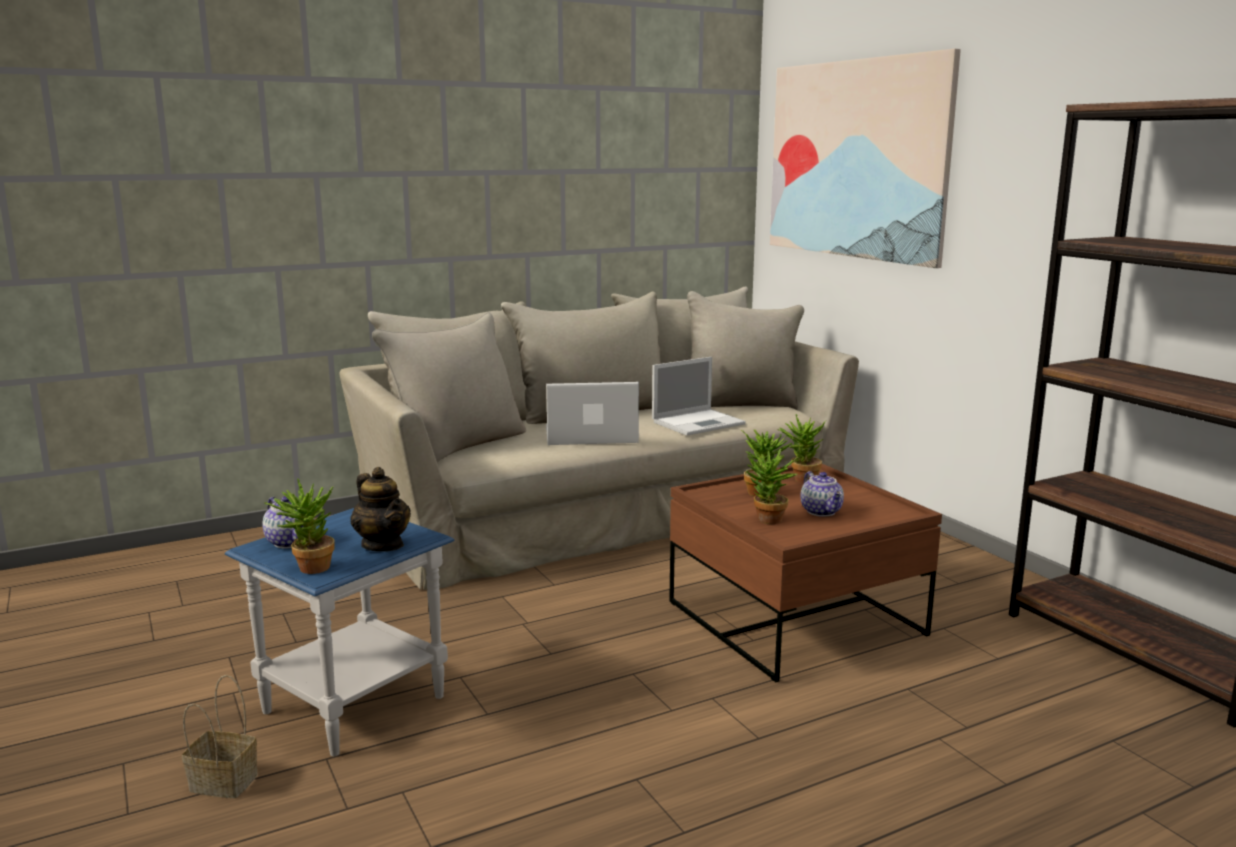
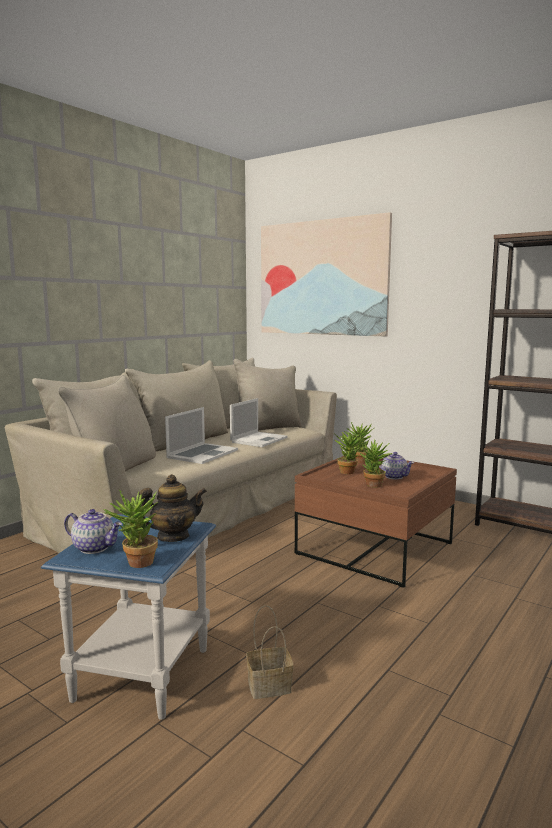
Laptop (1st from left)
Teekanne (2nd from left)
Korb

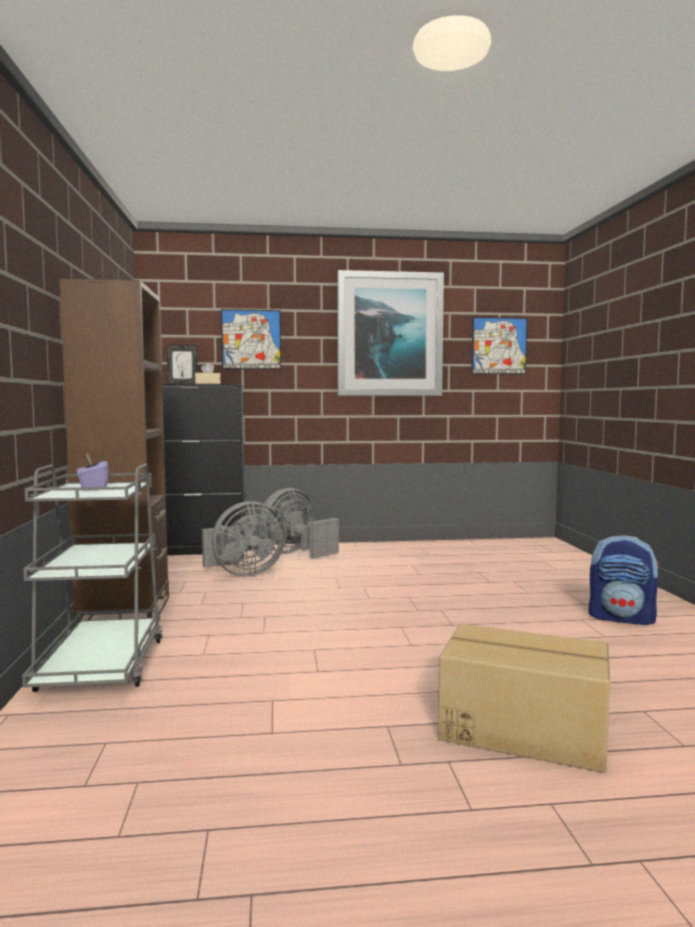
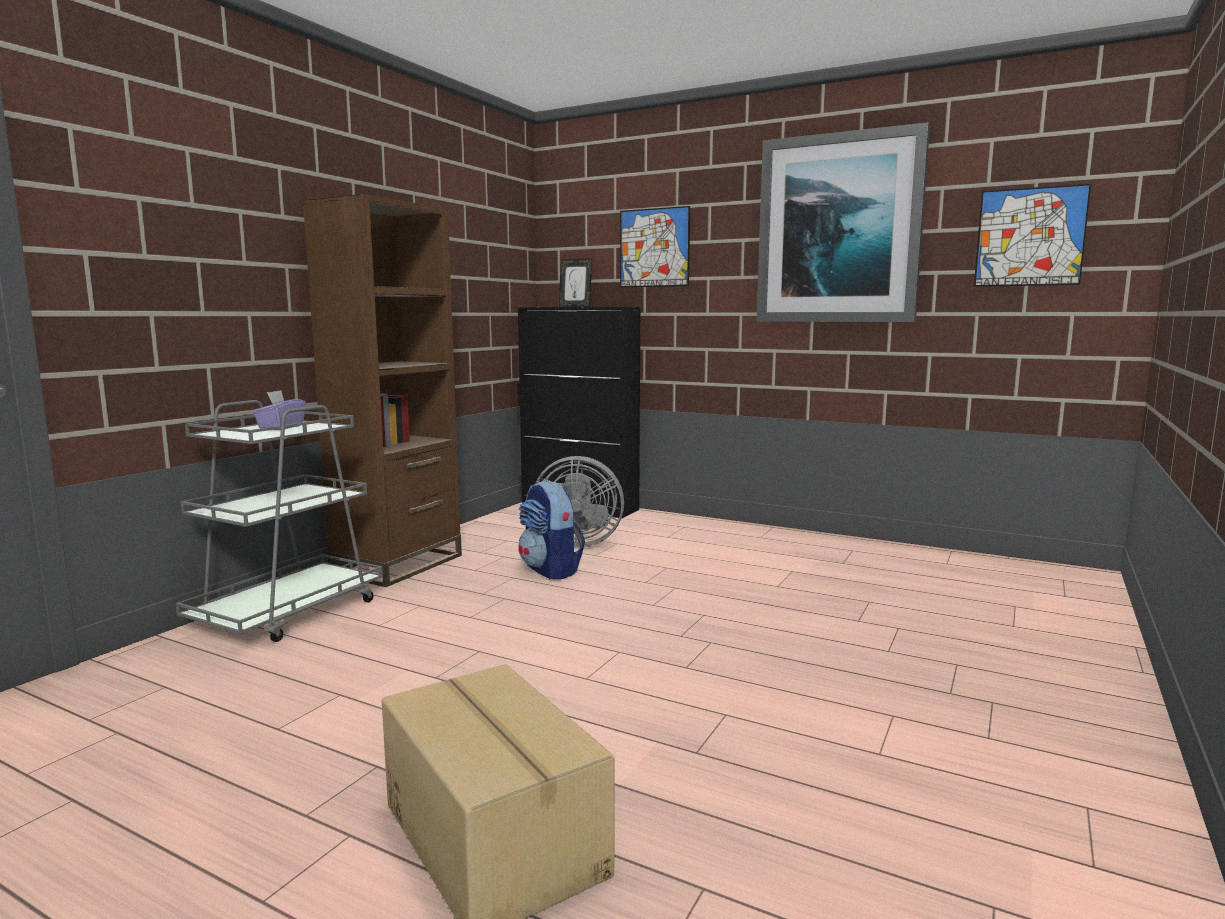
Taschentuchbox [beige]
Ventilator [grau] (2nd from left in the first image)
Rucksack

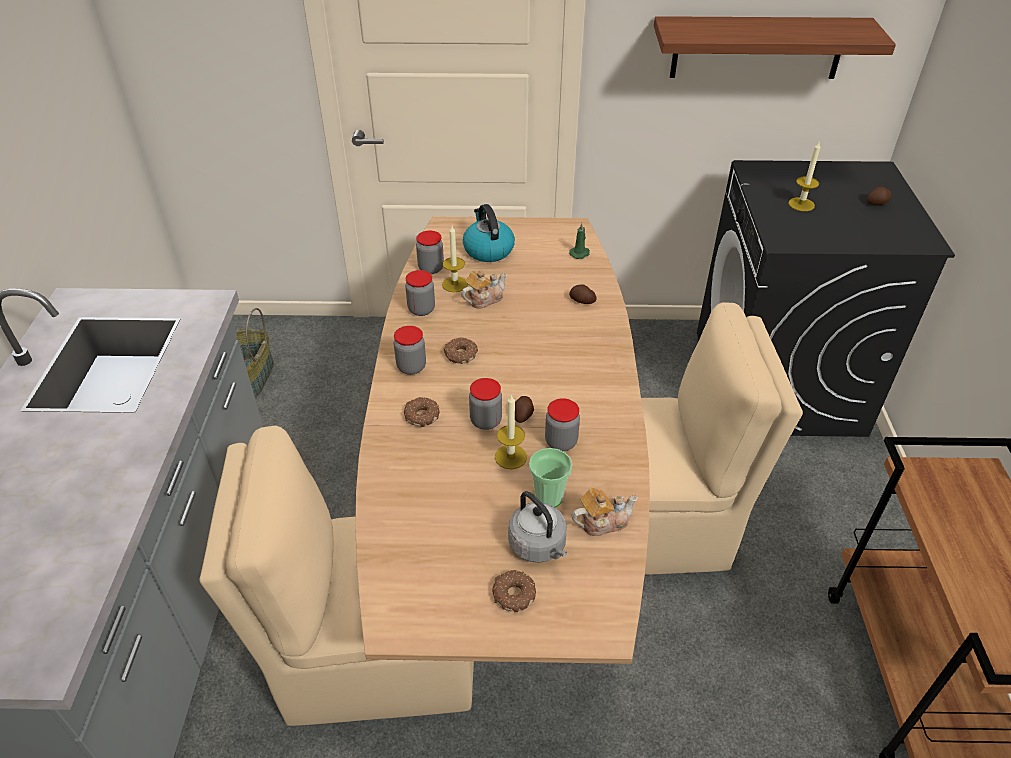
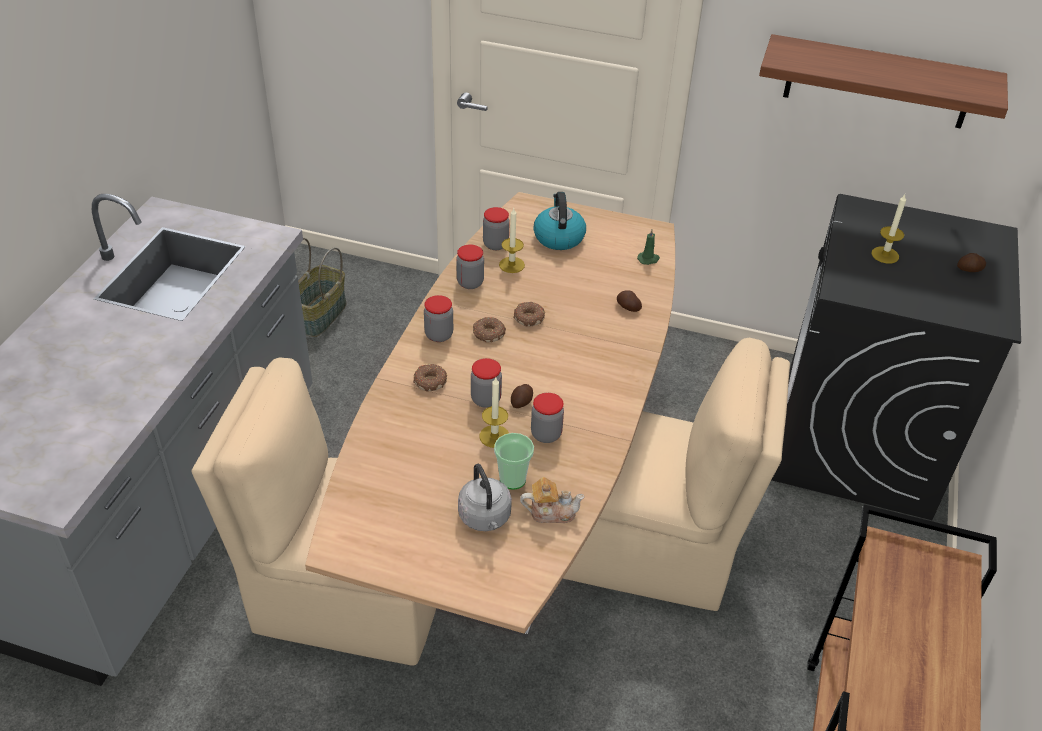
Teekanne (1st from left in the first image)
Donut (3rd from left)

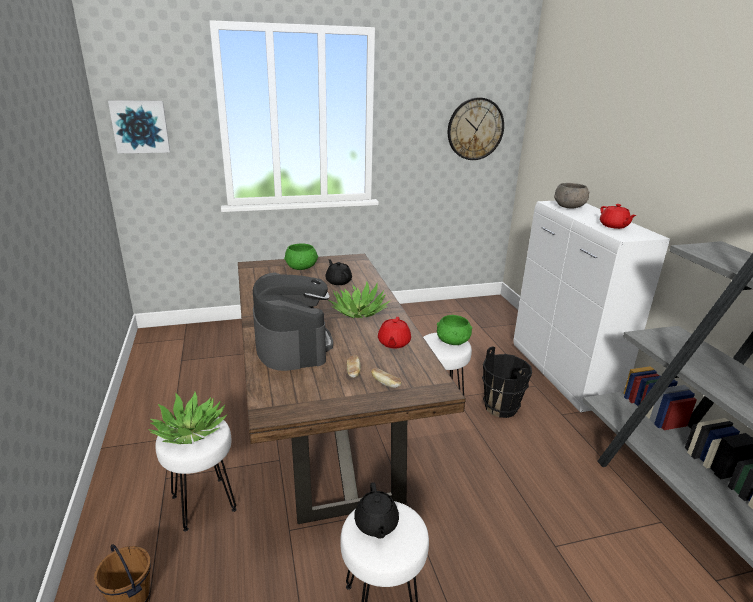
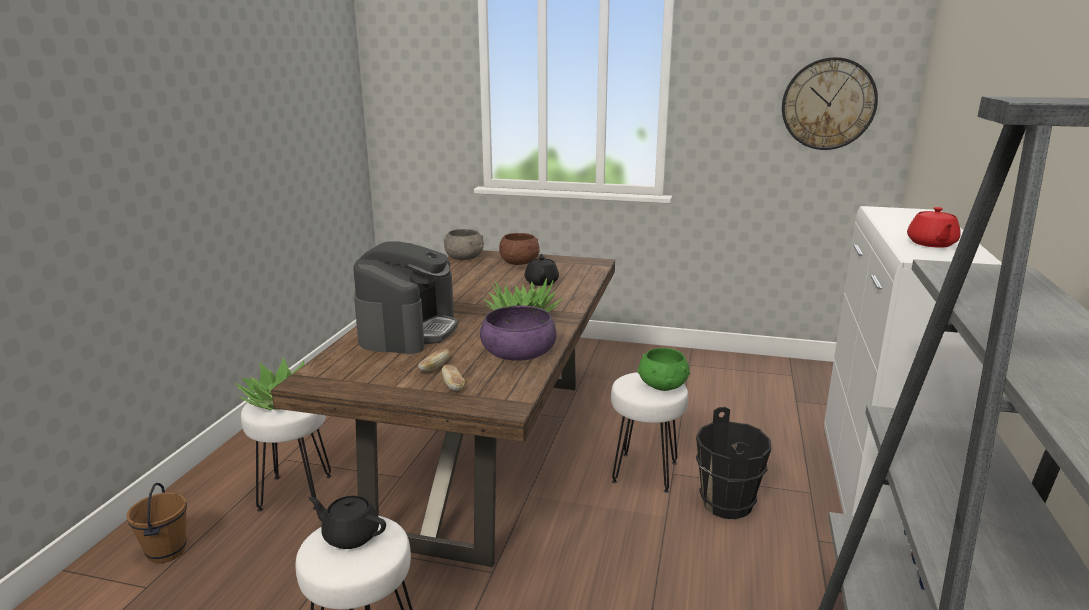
Bild
Schüssel [grau]
Schüssel [braun]
Schüssel [lila]
Teekanne [schwarz] (1st from left)

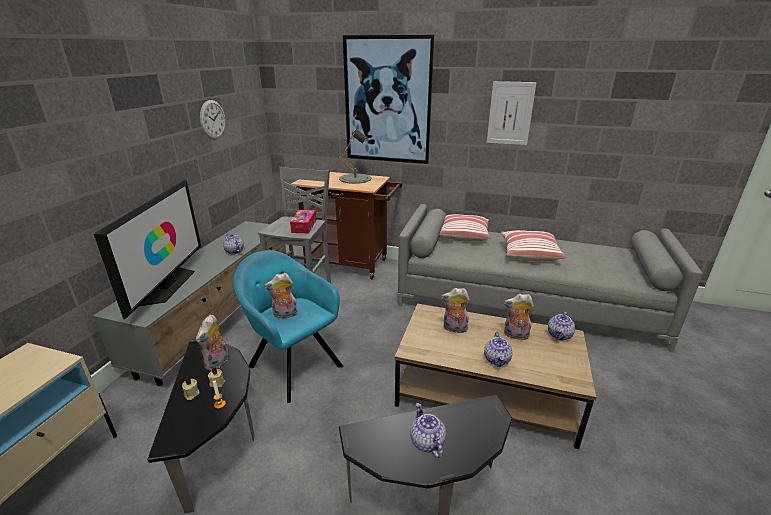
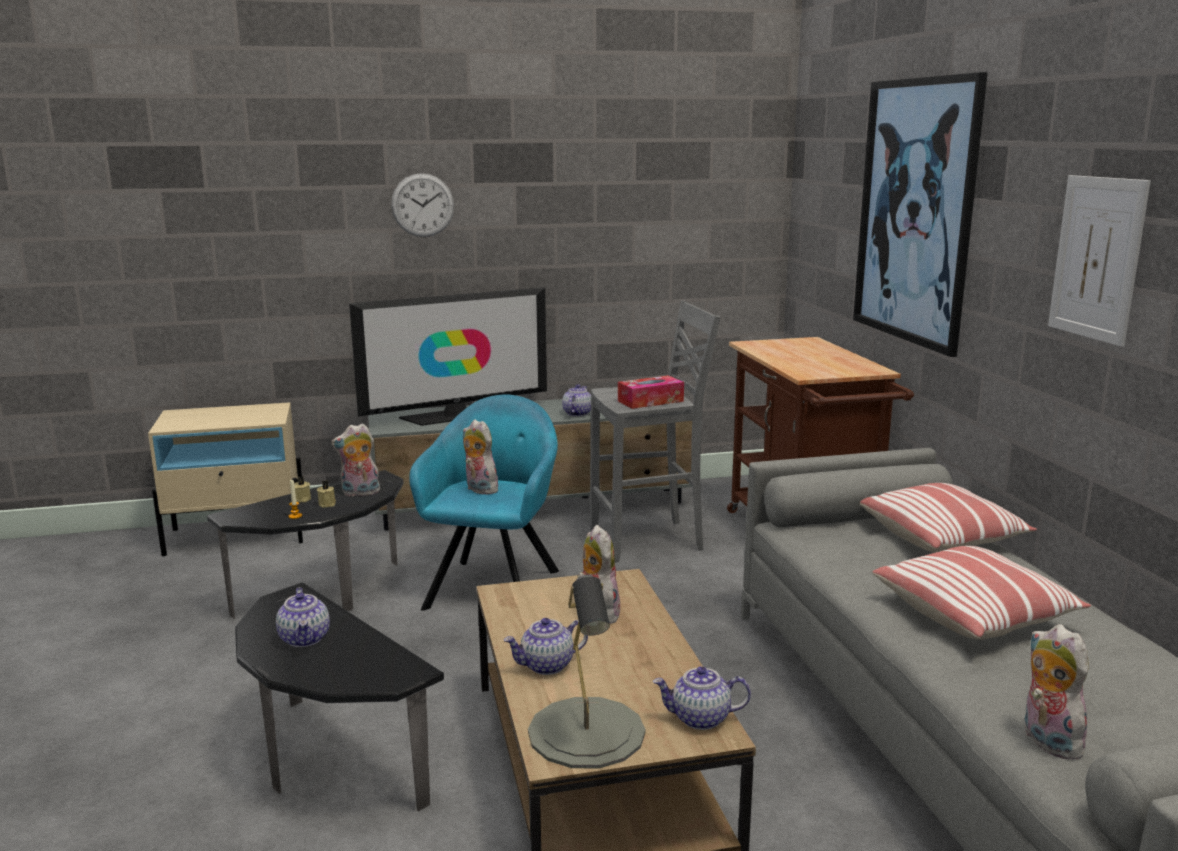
Wanduhr
Tischlampe [grau]
Plüschtier (4th from left)
Teekanne (1st from left)

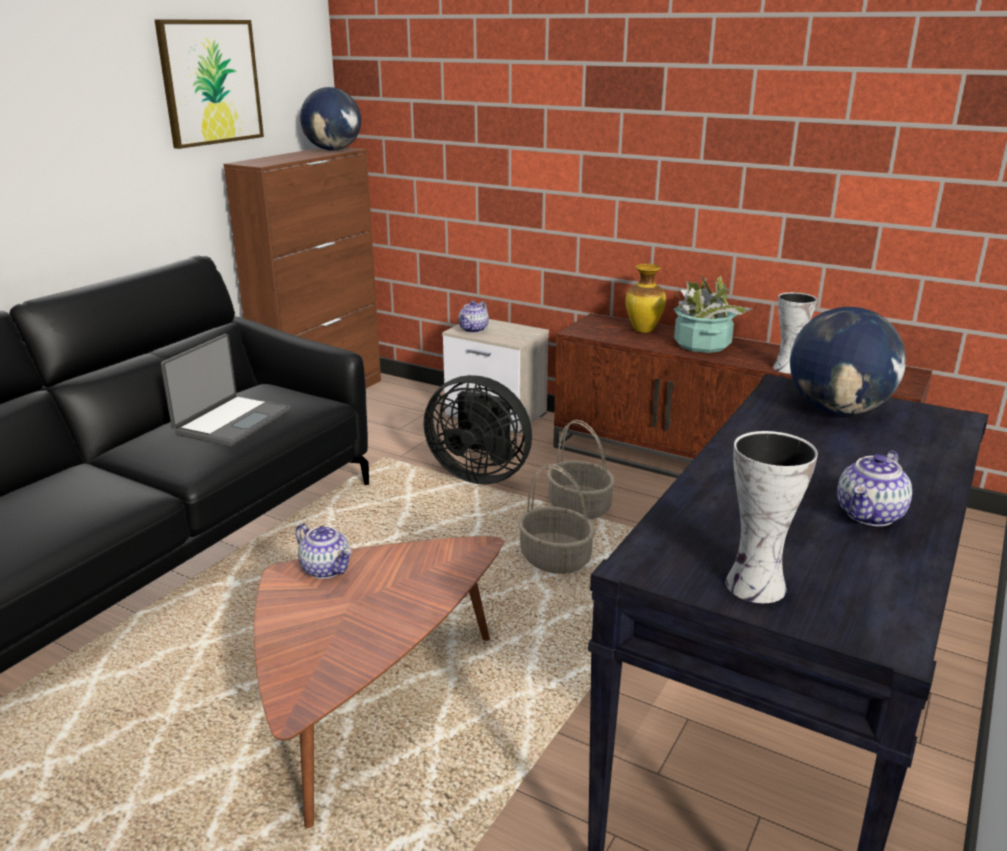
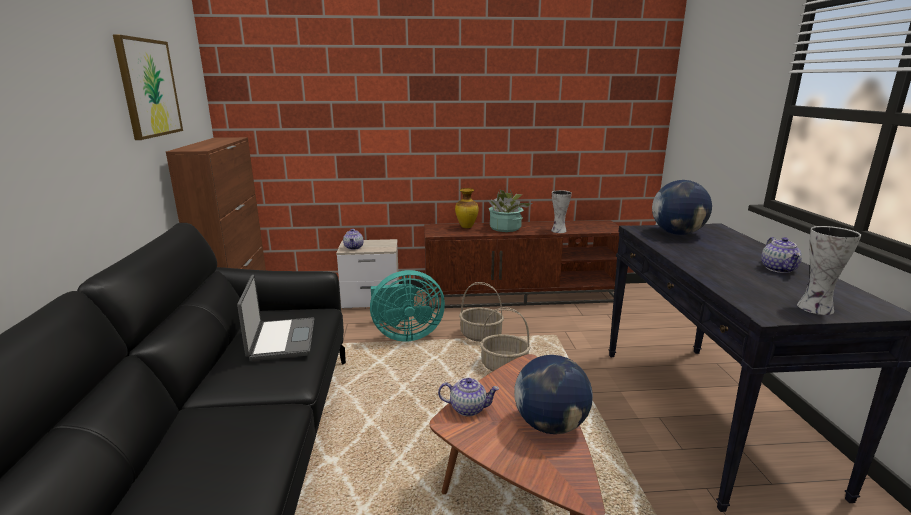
Globus (1st from left)
Ventilator [türkis]

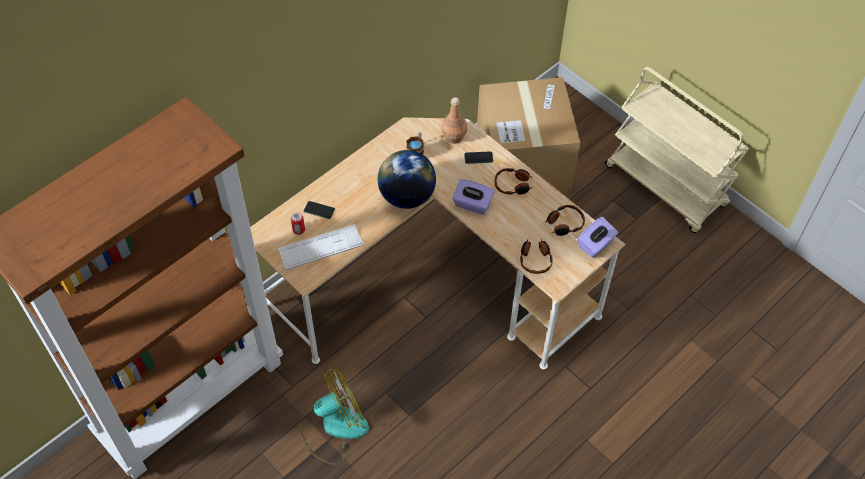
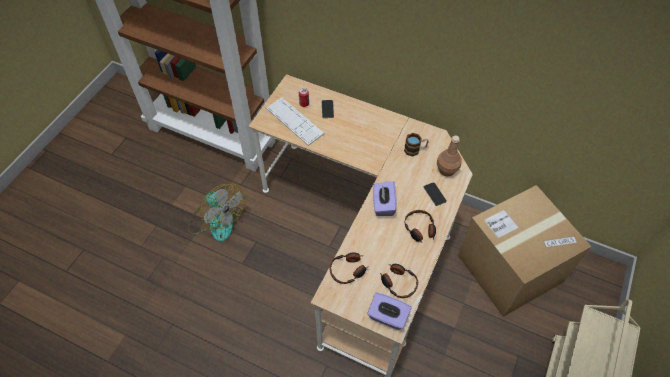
Globus

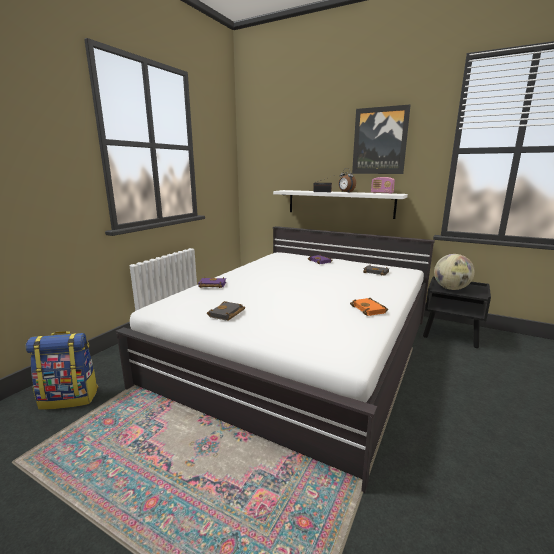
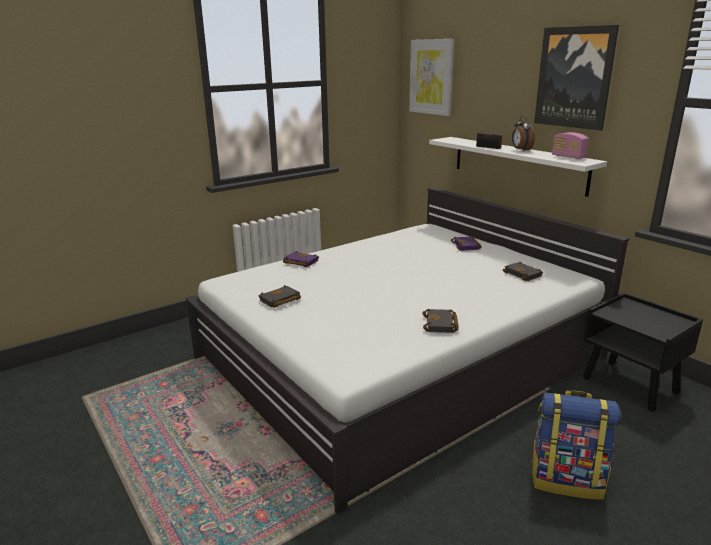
Globus
Buch [schwarz] (2nd from left)
Rucksack
Bild (1st from left)

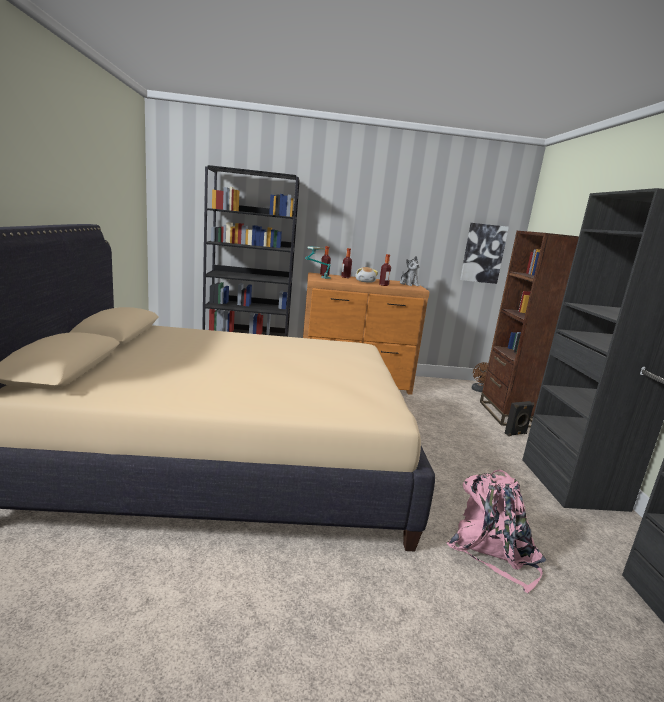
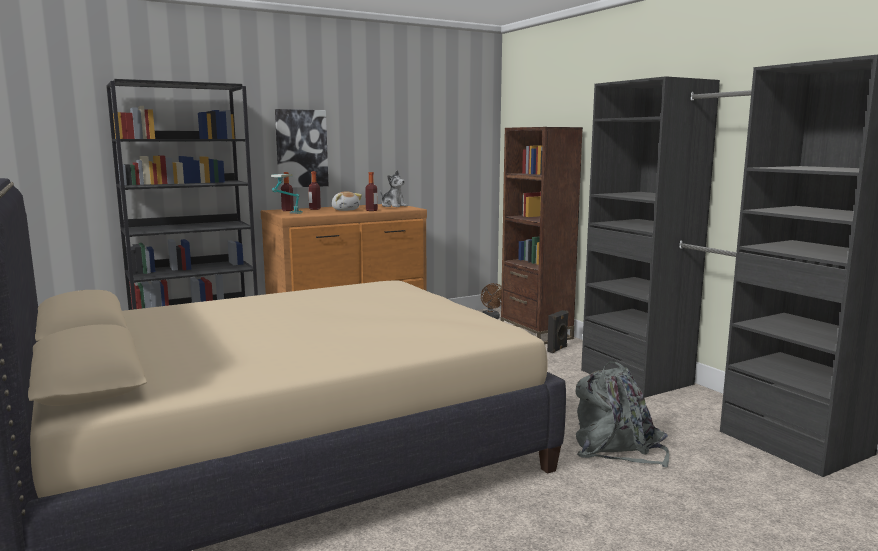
Bild
Rucksack [grau]

